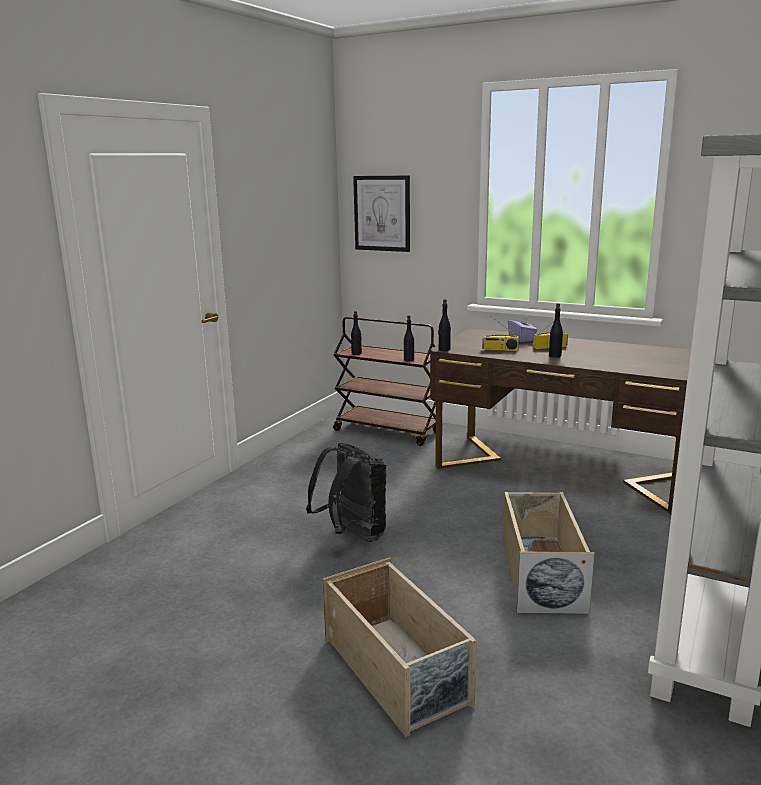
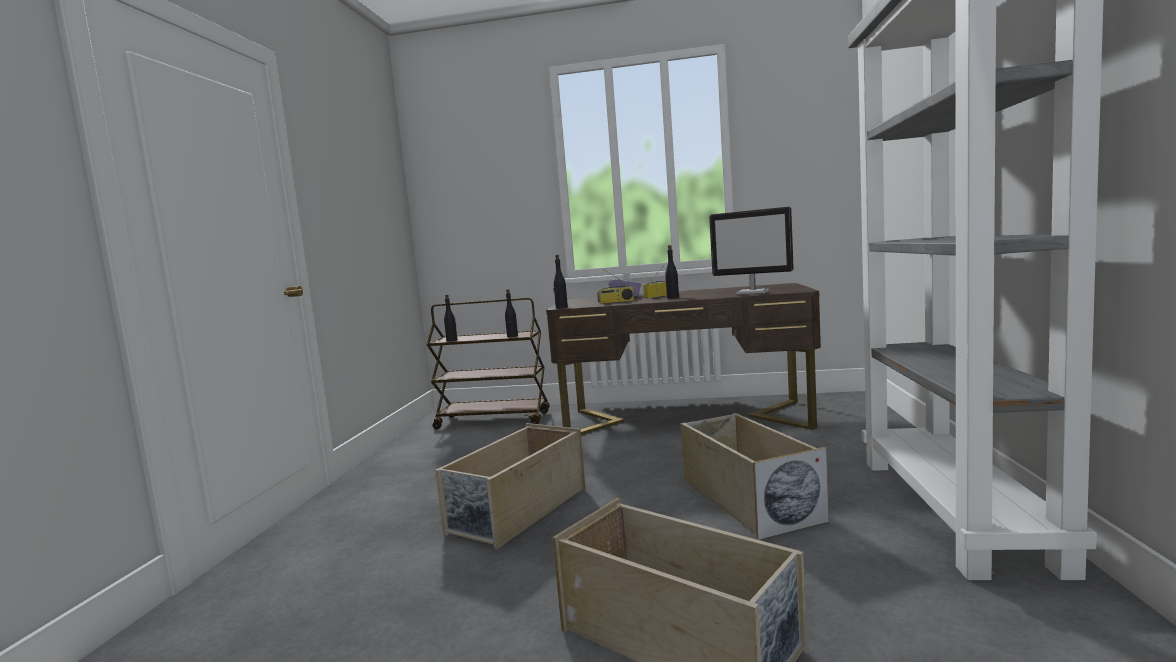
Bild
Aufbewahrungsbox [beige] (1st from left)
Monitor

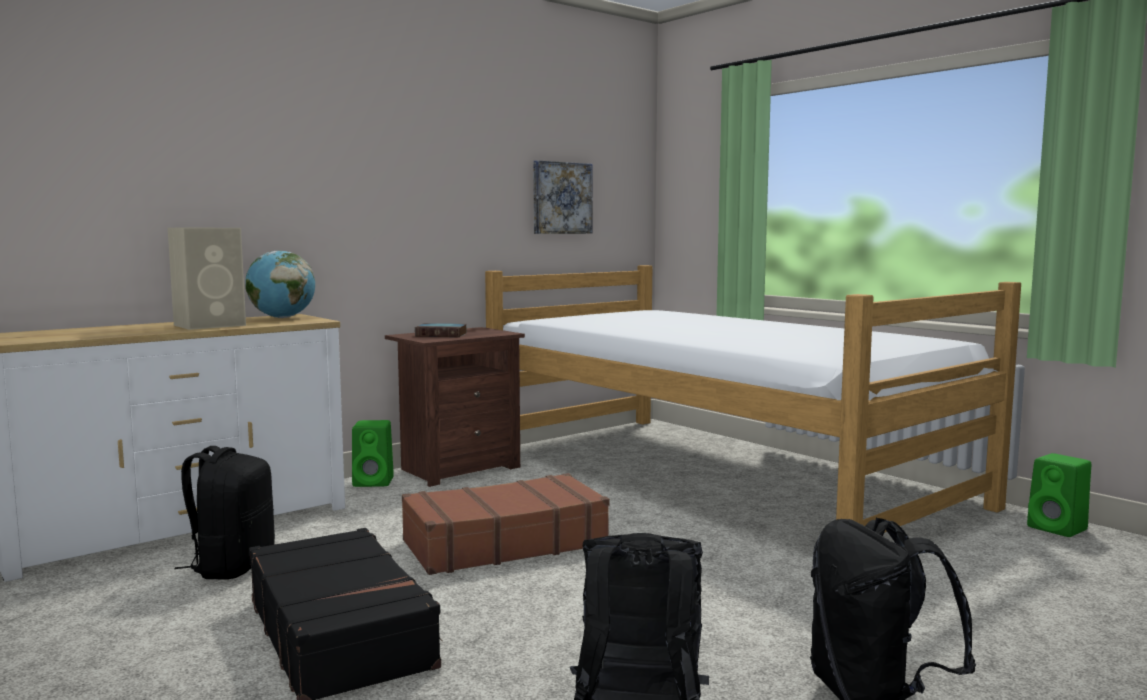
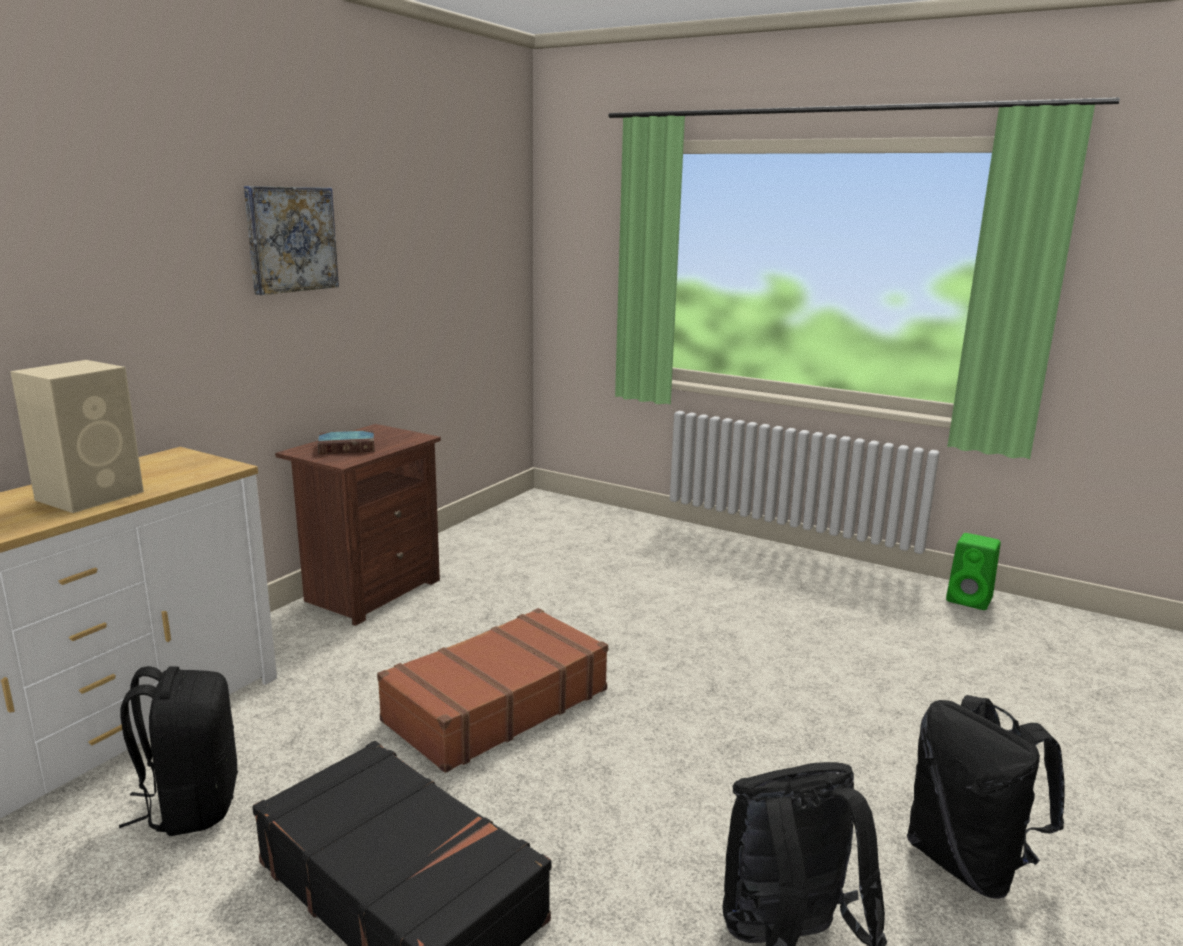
Bild
Globus
Bett
Lautsprecher [grün] (1st from left in the first image)

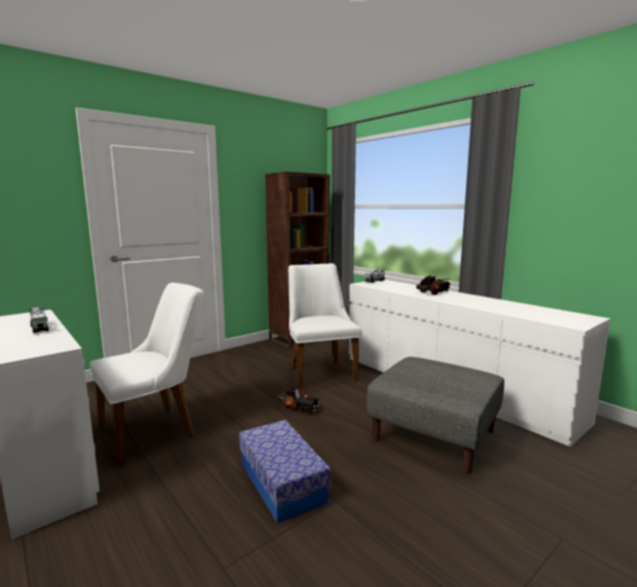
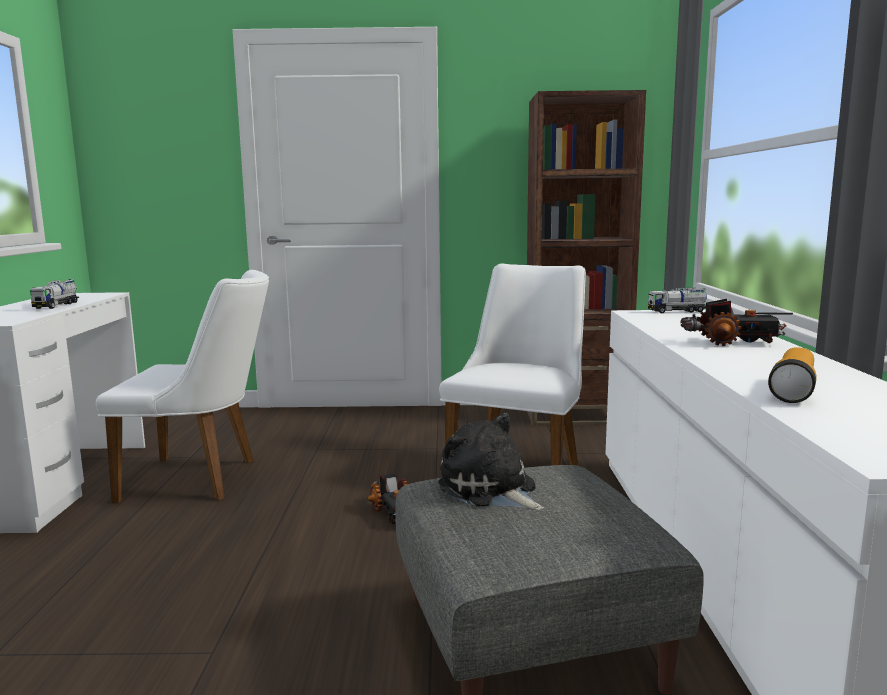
Aufbewahrungsbox
Taschenlampe
Plüschtier

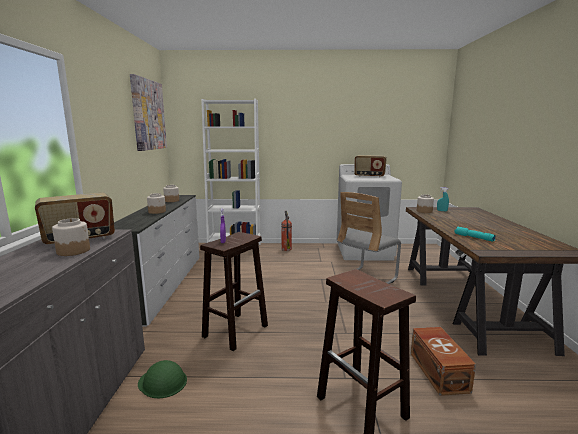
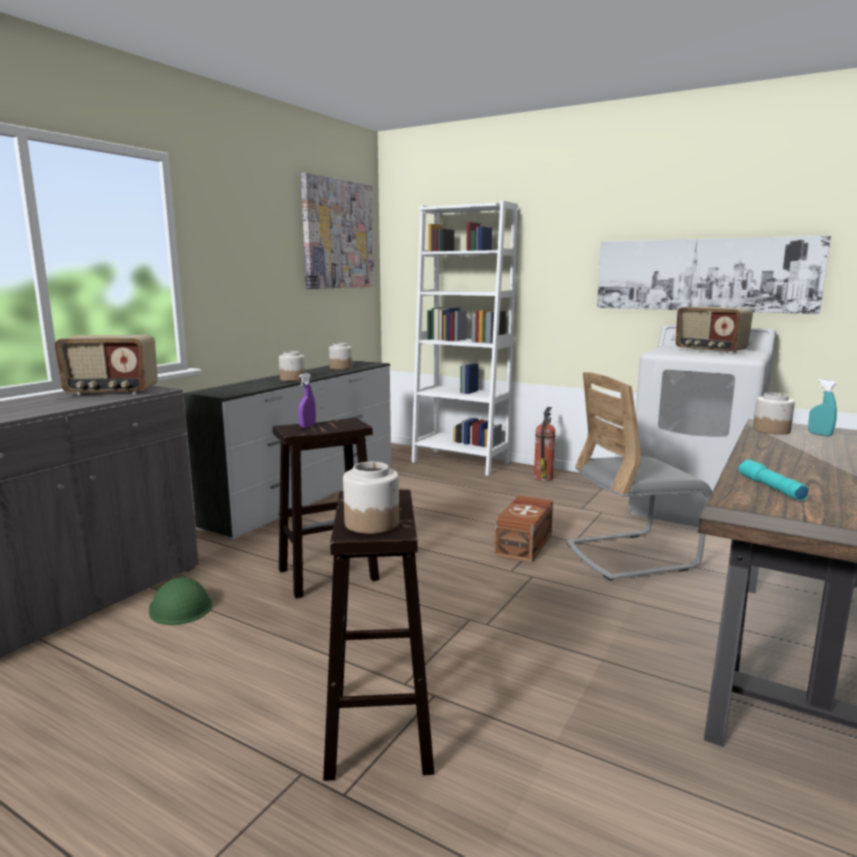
Vorratsglas (3rd from left)
Aufbewahrungsbox [braun]
Bild (2nd from left)

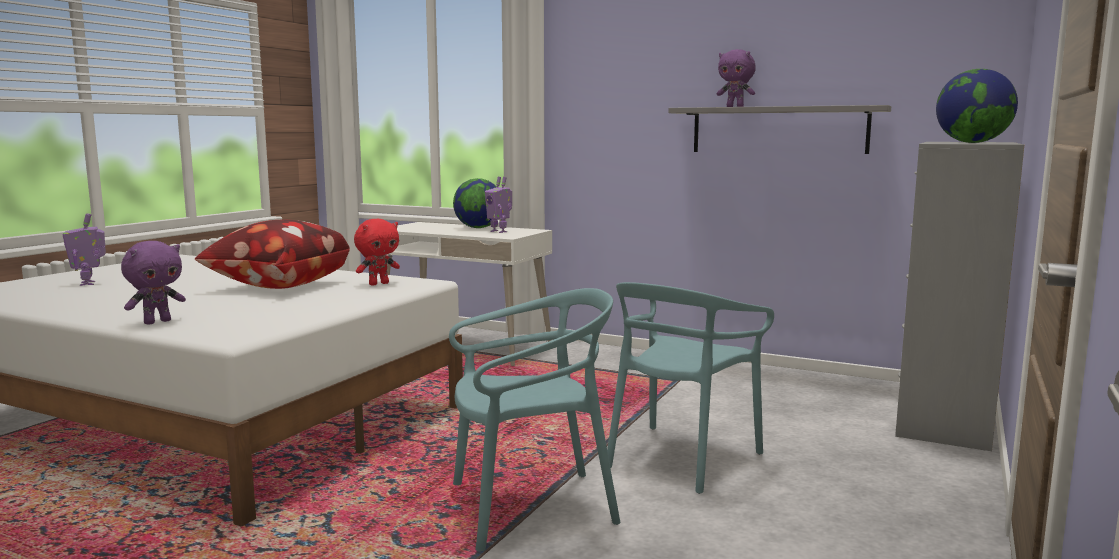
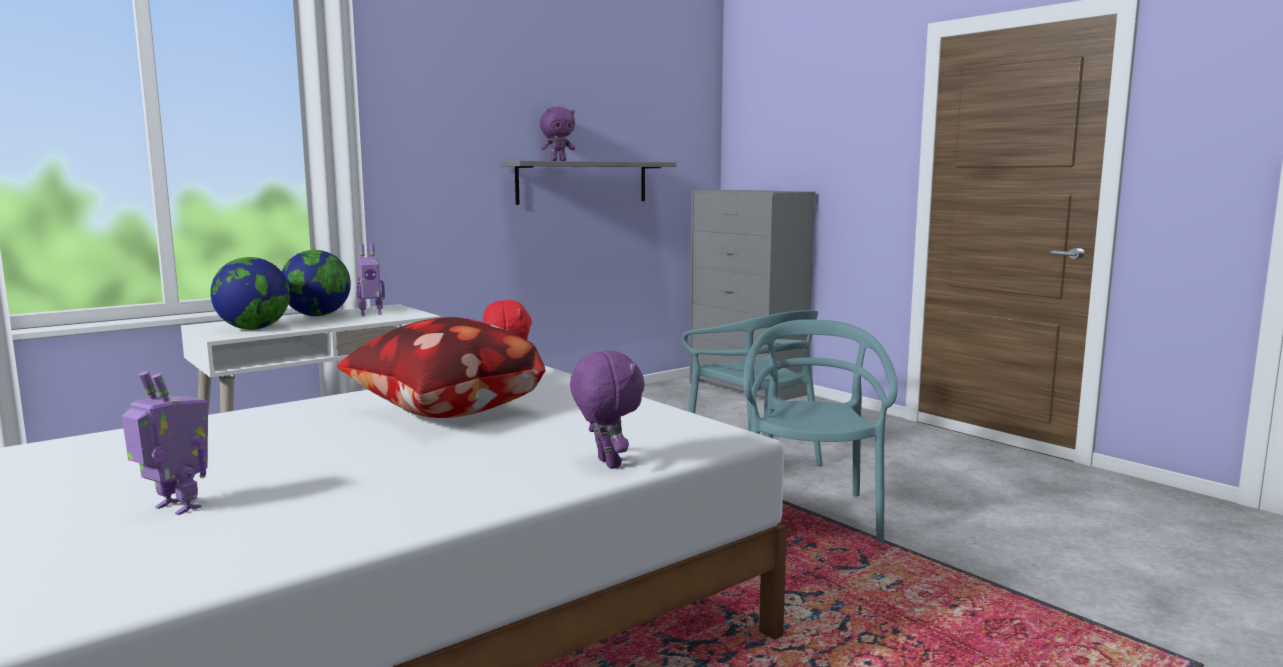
Globus (1st from left)
Spielzeugroboter (1st from left)

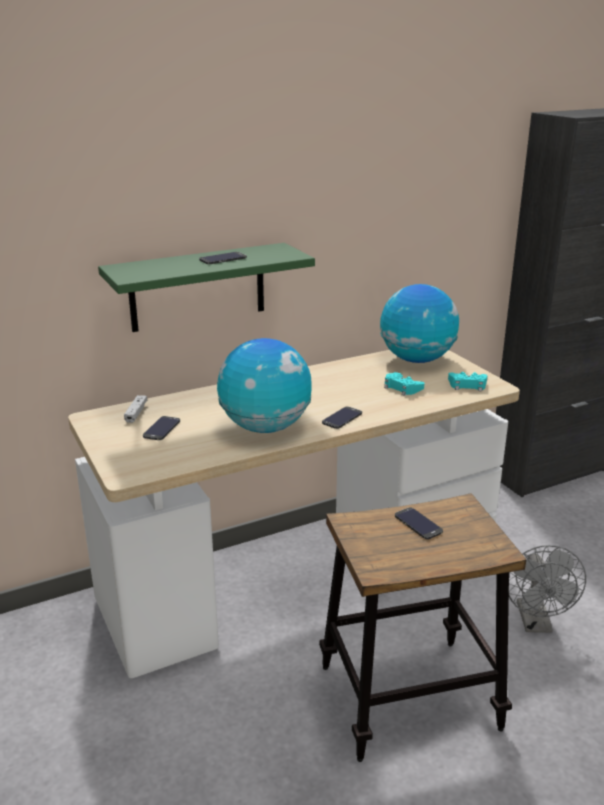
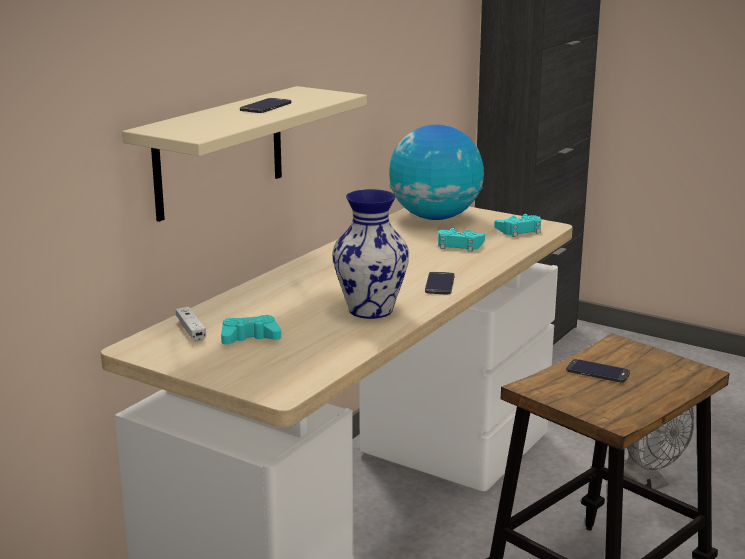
Wandregal [beige]
Vase
Gamepad [türkis] (1st from left)

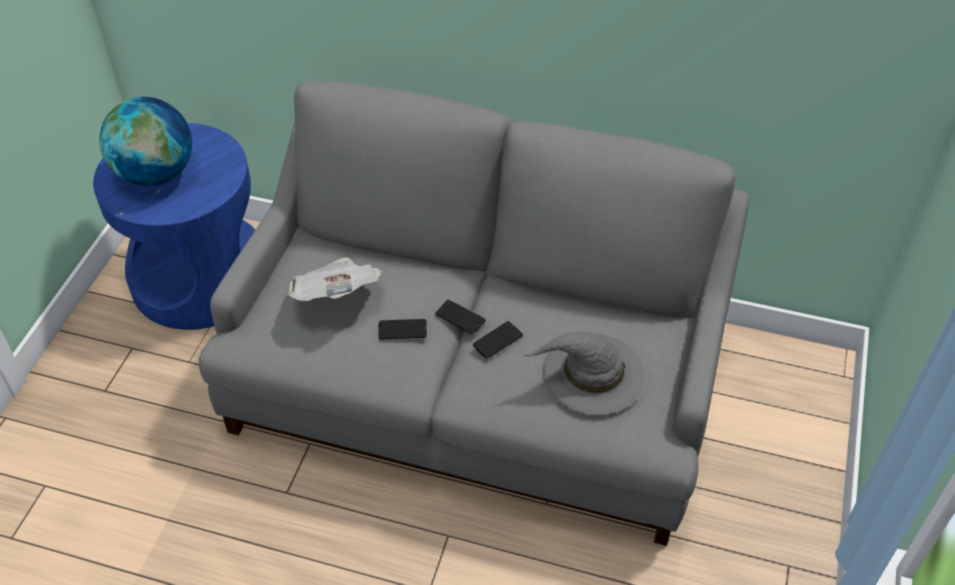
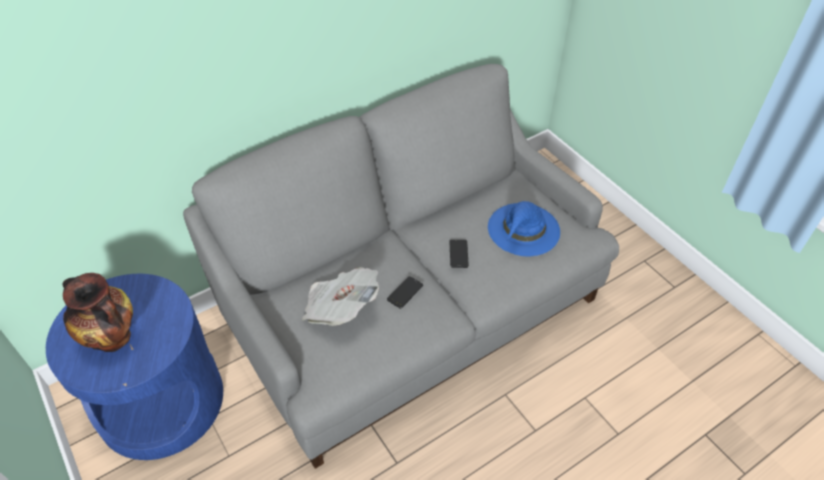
Vase
Handy (2nd from left in the first image)
Hut [blau]

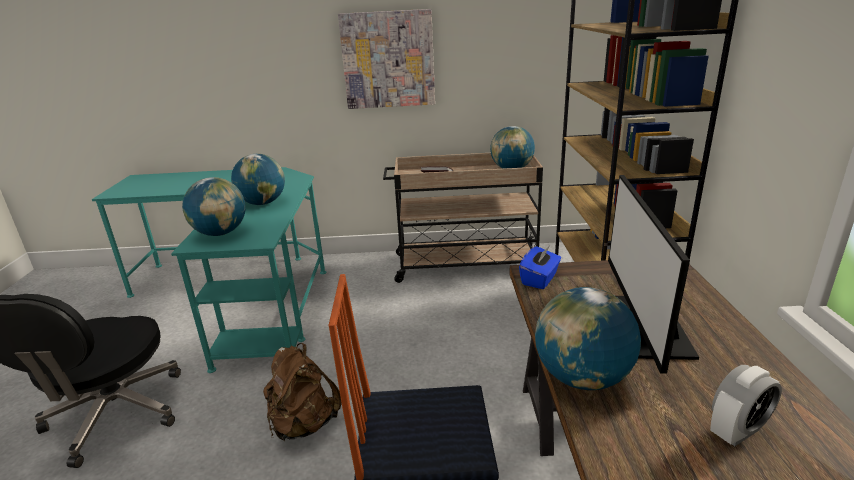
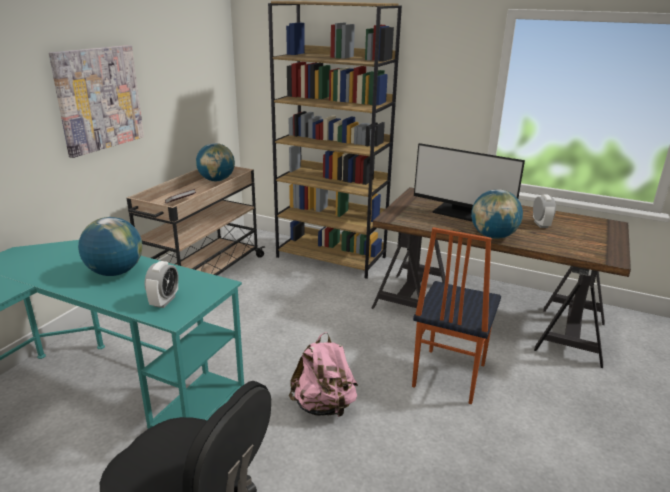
Wecker (1st from left)
Taschentuchbox [blau]
Rucksack [rosa]

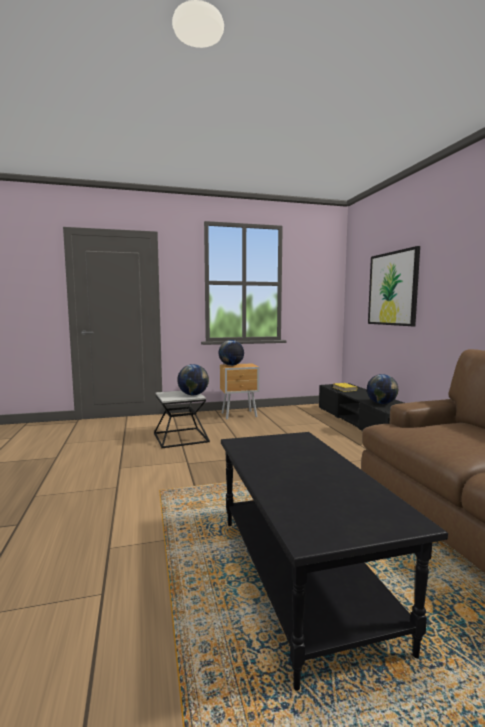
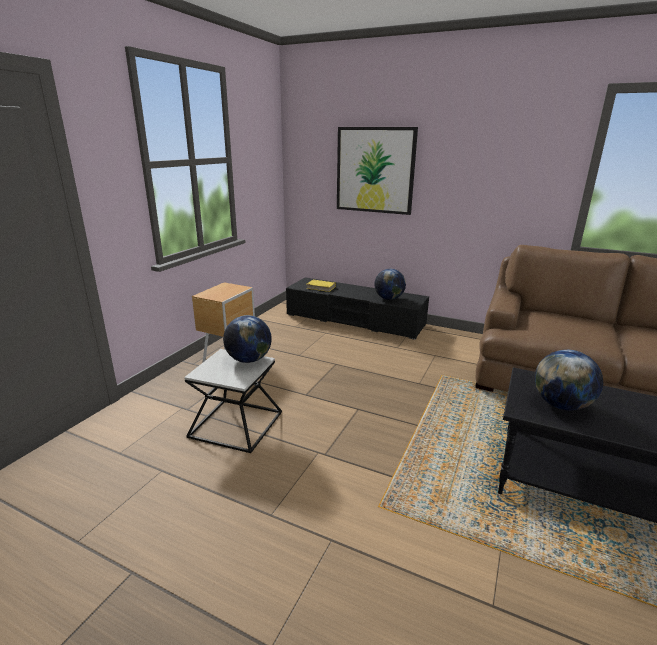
Globus (3rd from left)

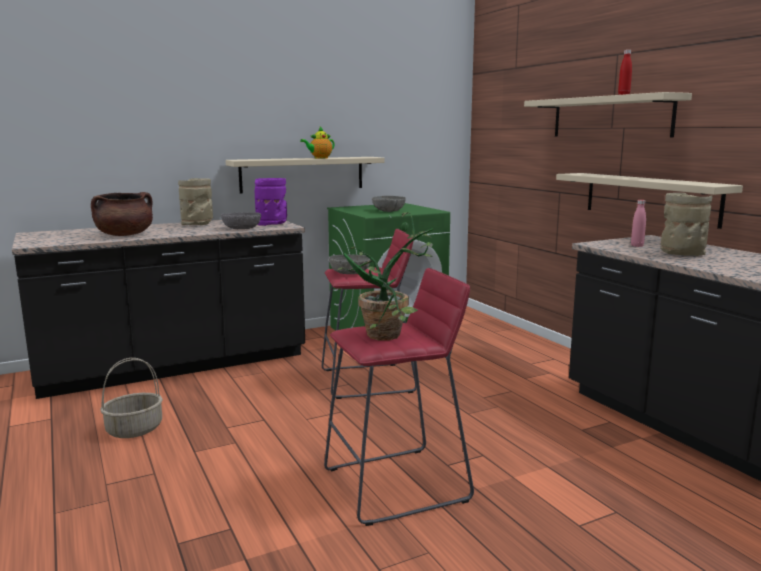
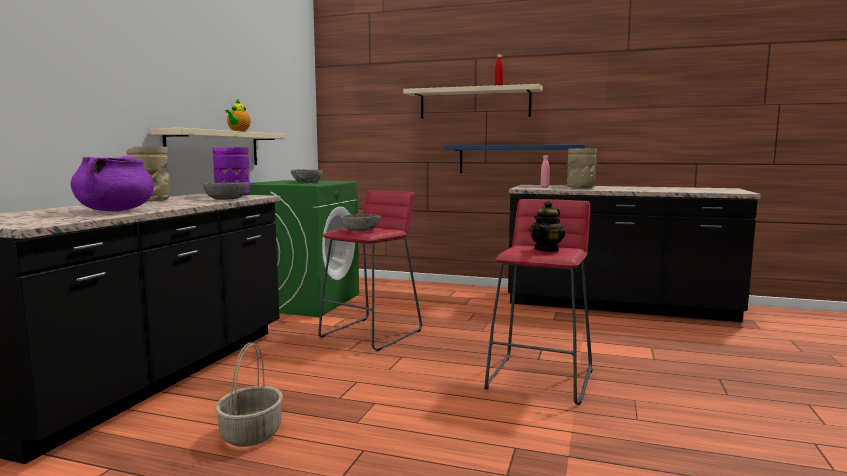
Wandregal [blau]
Kochtopf [lila]
Teekanne (2nd from left)

